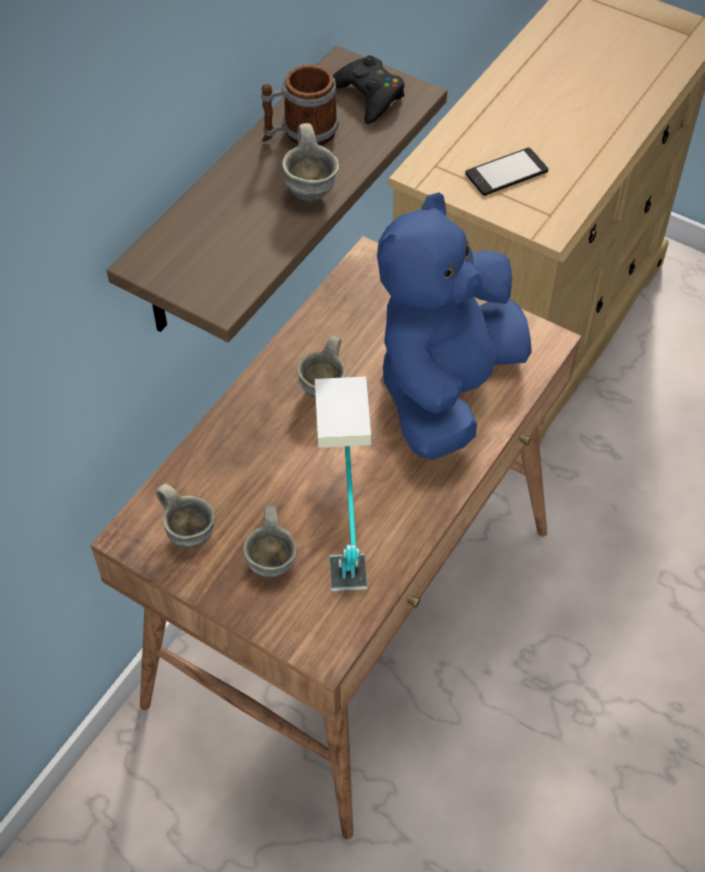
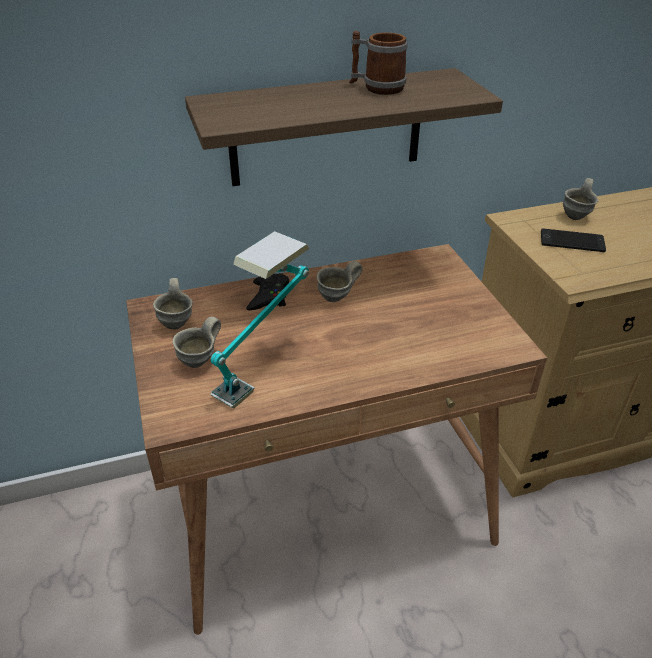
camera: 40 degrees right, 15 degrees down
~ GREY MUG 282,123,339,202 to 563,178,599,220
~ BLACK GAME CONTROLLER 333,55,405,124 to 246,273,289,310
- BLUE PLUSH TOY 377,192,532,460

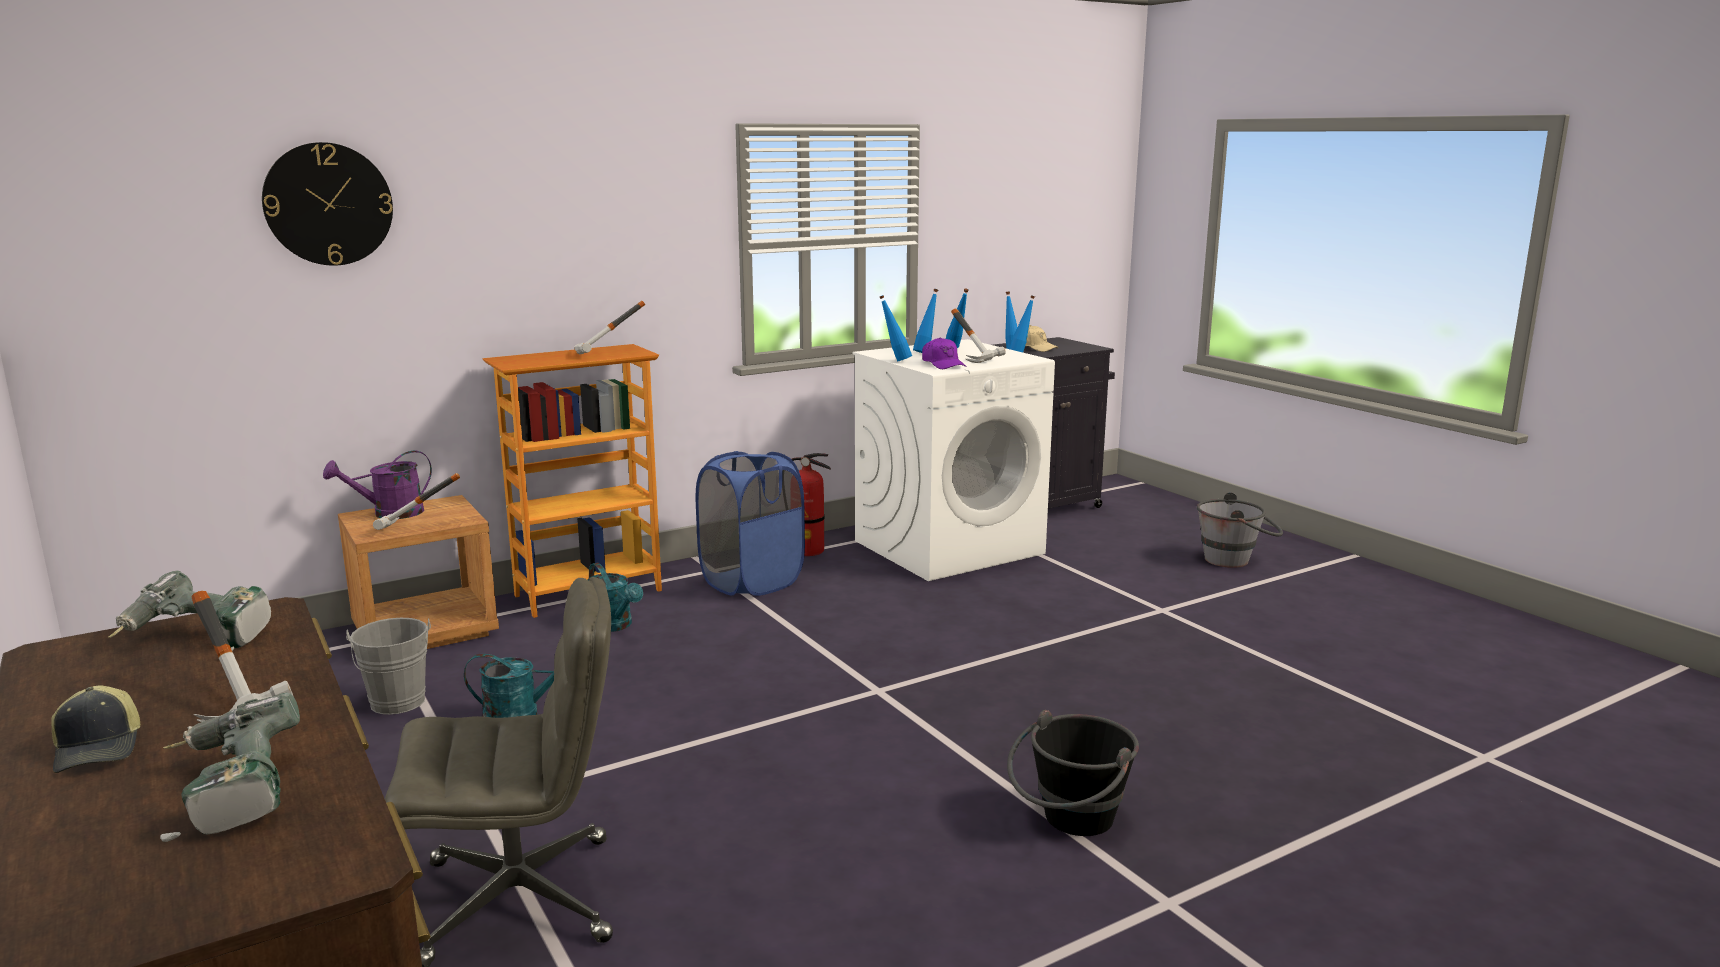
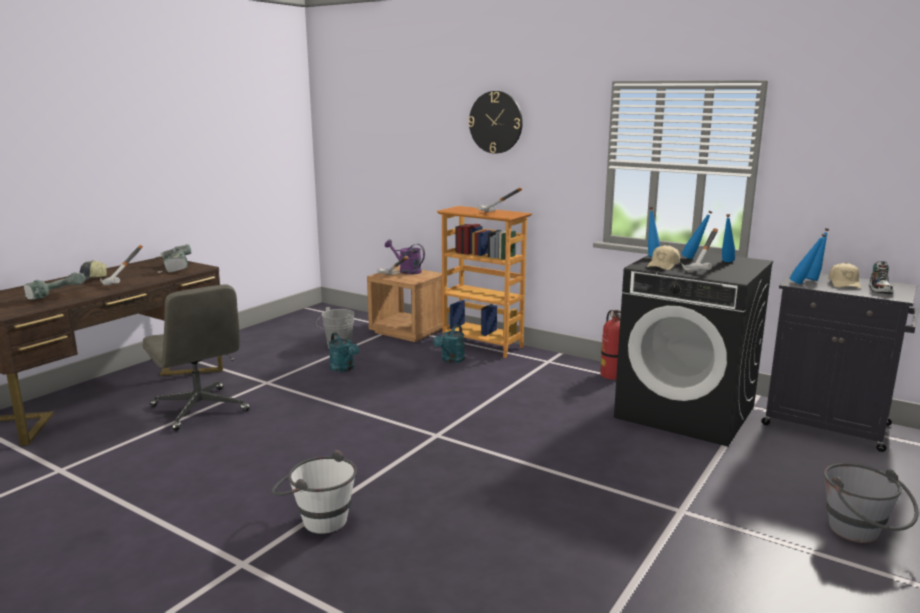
camera: 65 degrees right, 0 degrees up
~ WALL CLOCK 262,142,393,266 to 468,91,523,154
- BLUE LAUNDRY BASKET 696,451,805,596
~ WHITE WASHING MACHINE 852,339,1055,581 to BLACK WASHING MACHINE 614,249,773,446
~ PURPLE CAP 922,337,966,369 to BEIGE CAP 647,245,680,270
~ BLACK BUCKET 1007,710,1139,836 to WHITE BUCKET 272,450,357,534
+ SHOE 869,261,893,294

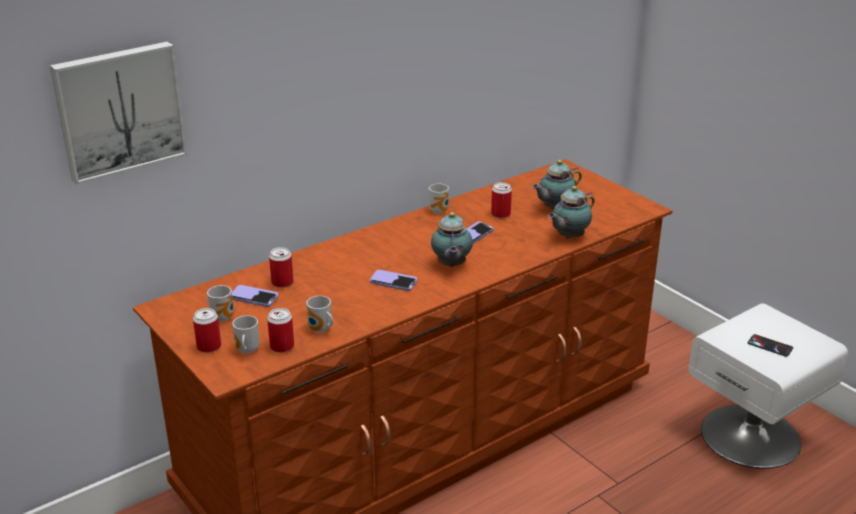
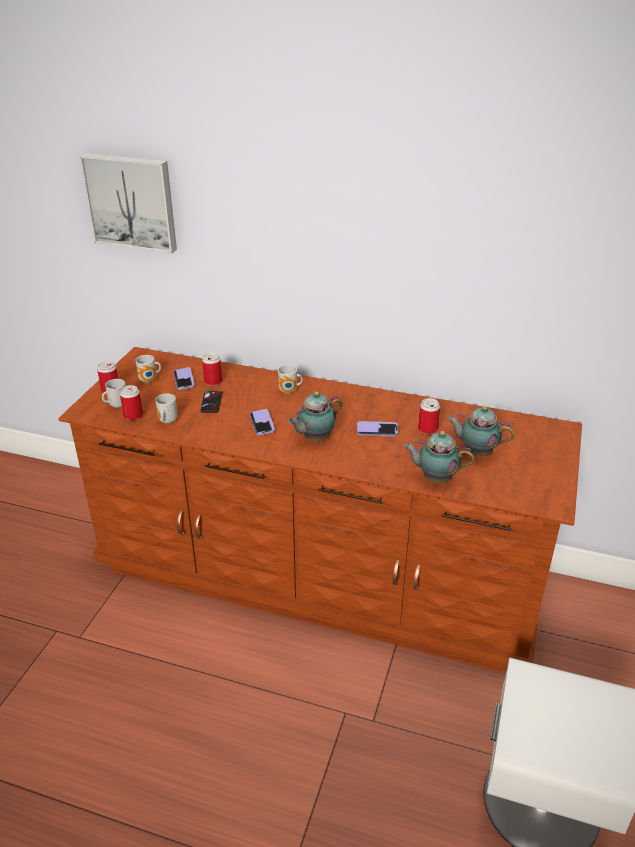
camera: 55 degrees right, 5 degrees up
~ MUG 429,184,449,214 to 278,365,303,394
~ PHONE 748,334,793,357 to 200,391,222,413

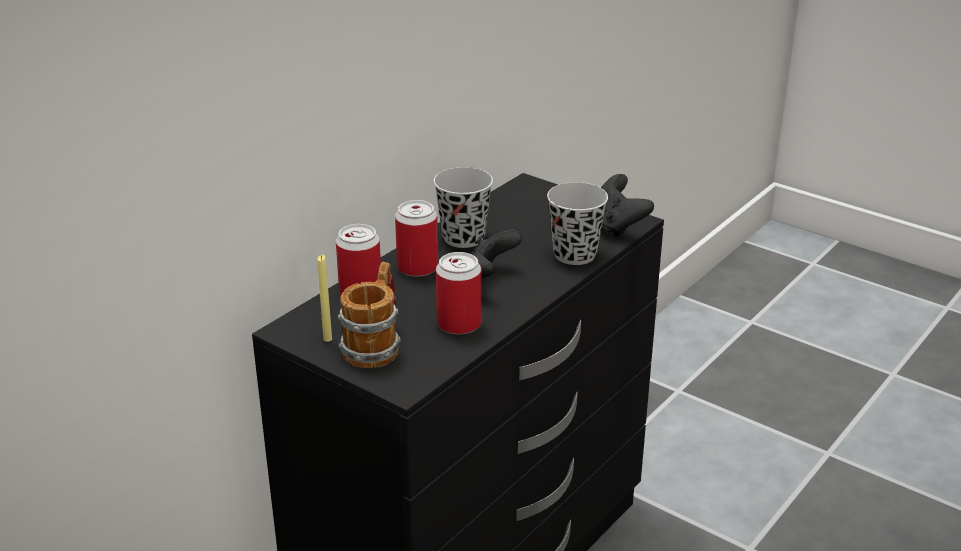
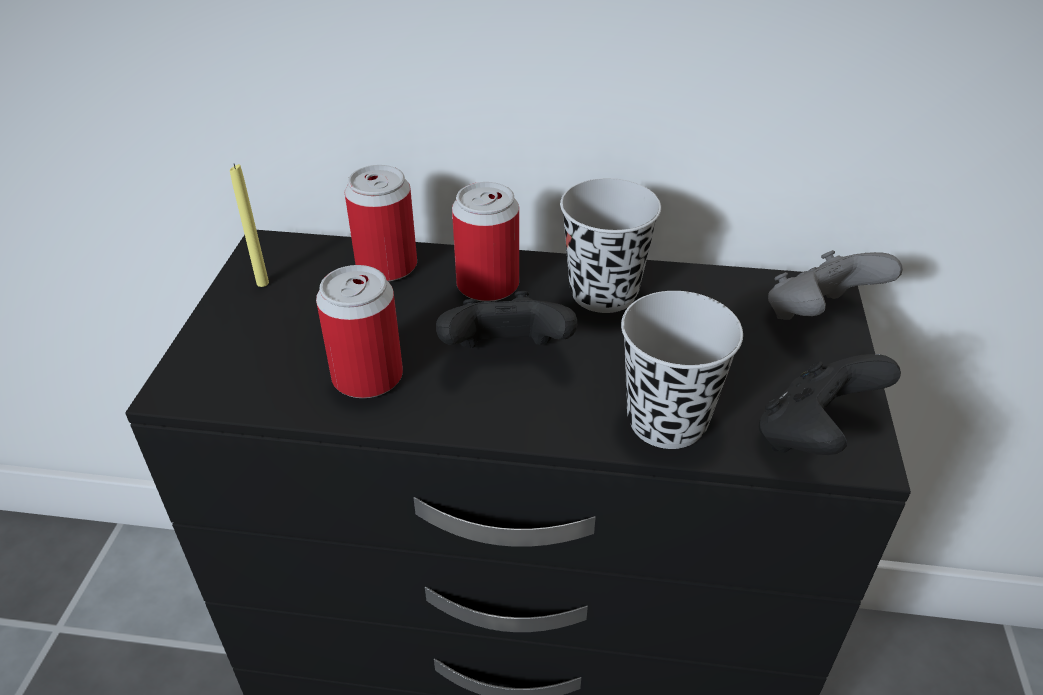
camera: 60 degrees right, 10 degrees up
- MUG 338,262,401,368
+ GREY GAME CONTROLLER 768,250,903,320

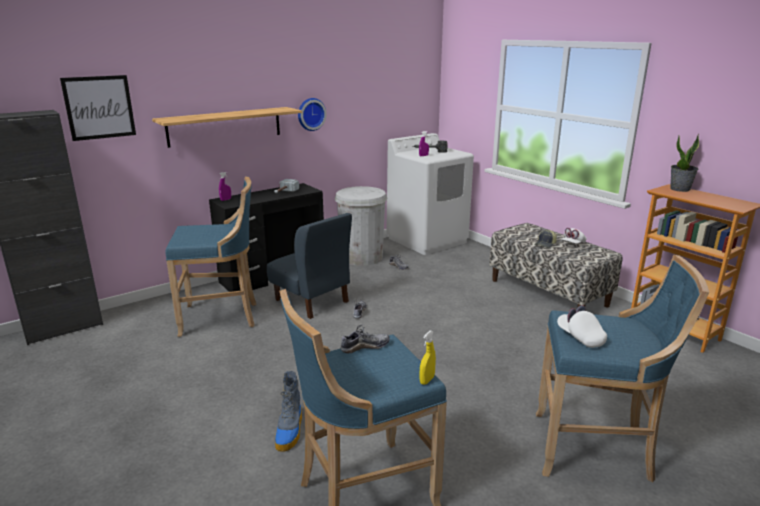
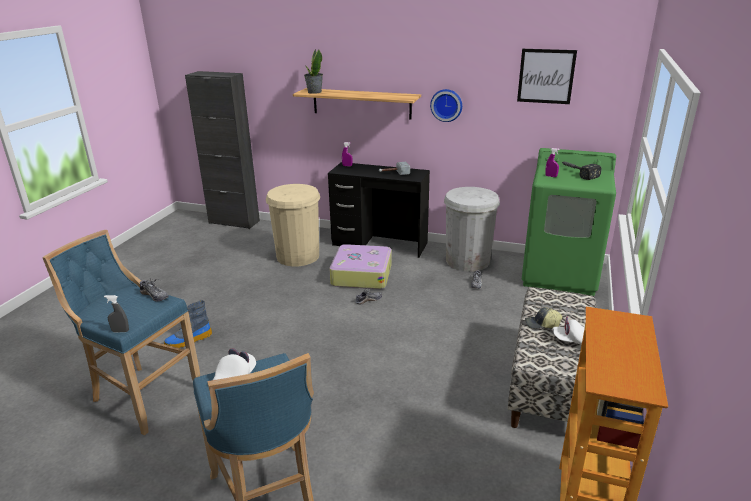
camera: 55 degrees right, 5 degrees up
~ PICTURE 60,75,136,141 to 517,49,577,104
~ BLUE STOOL 165,176,256,337 to BEIGE TRASH CAN 266,184,320,267
~ BLUE CHAIR 267,213,352,319 to SUITCASE 329,244,392,289
~ WHITE WASHING MACHINE 386,133,474,255 to GREEN WASHING MACHINE 522,148,616,296
~ YELLOW SPRAY BOTTLE 420,330,436,385 to GREY SPRAY BOTTLE 104,295,129,332
~ POTTED PLANT 670,134,699,192 to 304,49,323,94

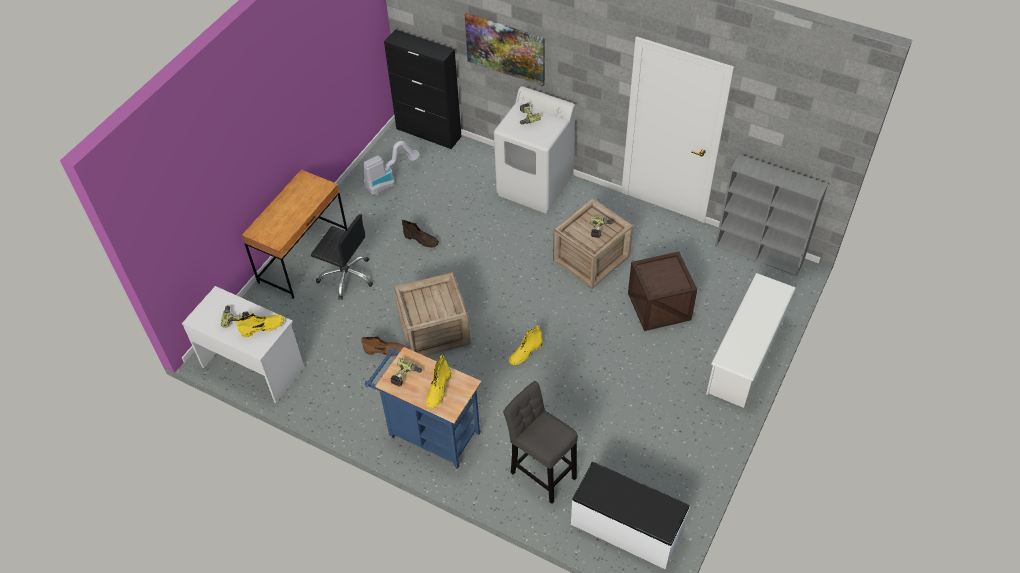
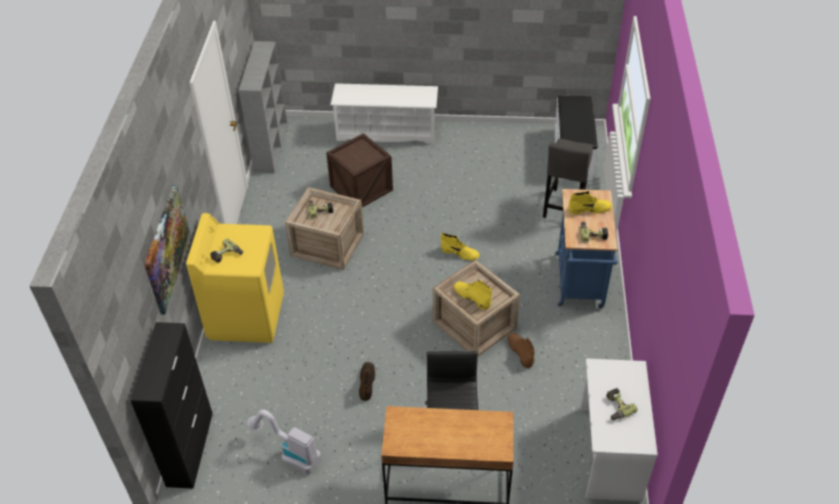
camera: 115 degrees left, 5 degrees down
~ YELLOW BOOT 236,313,284,337 to 454,280,492,309
~ WHITE WASHING MACHINE 494,86,575,213 to YELLOW WASHING MACHINE 186,213,284,343

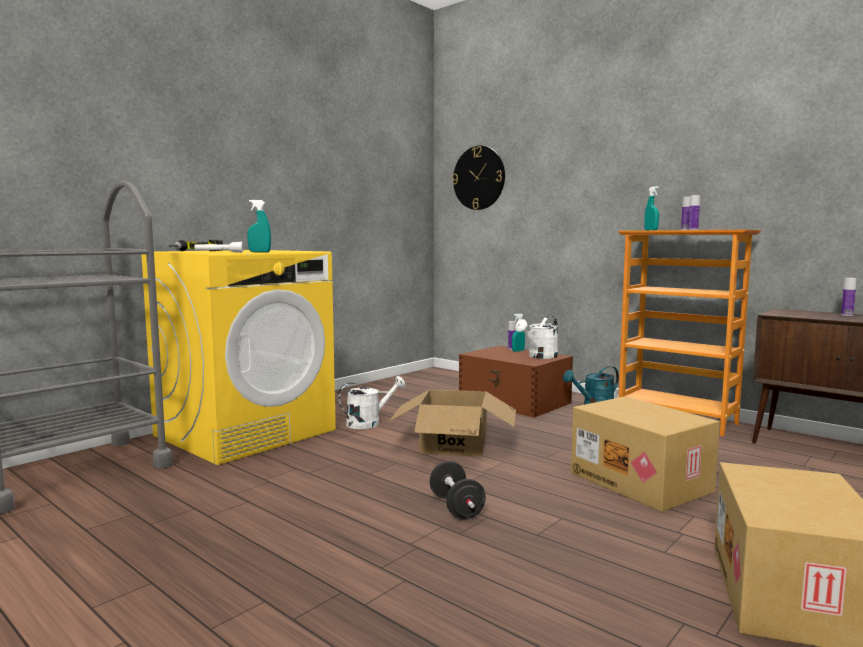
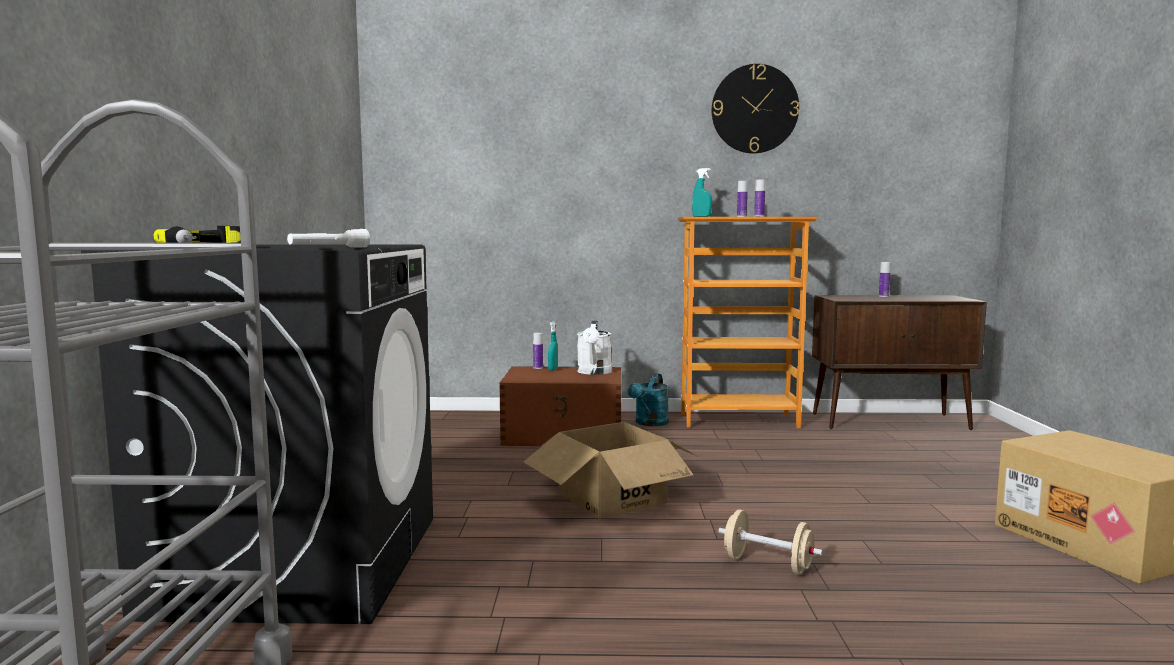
camera: 40 degrees left, 0 degrees up
~ YELLOW WASHING MACHINE 141,250,336,465 to BLACK WASHING MACHINE 81,245,433,624
- TURQUOISE SPRAY BOTTLE 247,200,271,252
- WHITE WATERING CAN 338,376,406,429
~ BLACK DUMBBELL 429,461,486,520 to BEIGE DUMBBELL 718,509,823,575
~ WALL CLOCK 452,146,505,210 to 712,64,799,154
- CARDBOARD BOX 571,396,720,512

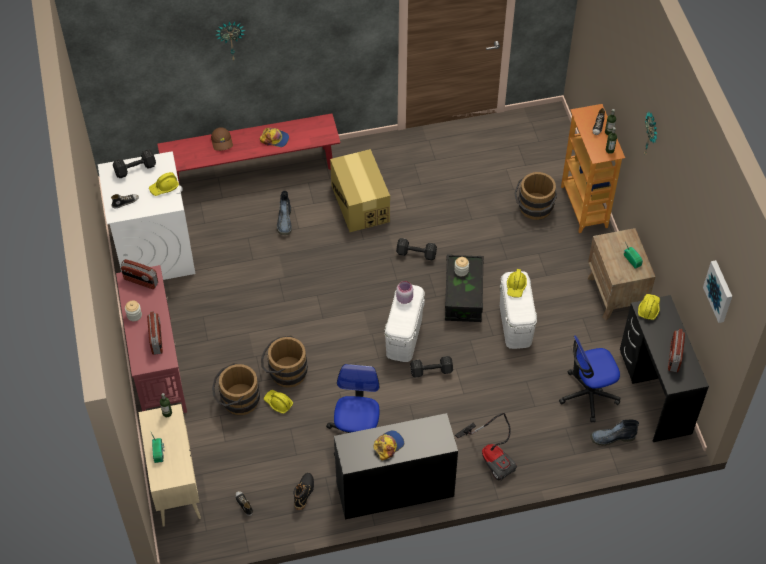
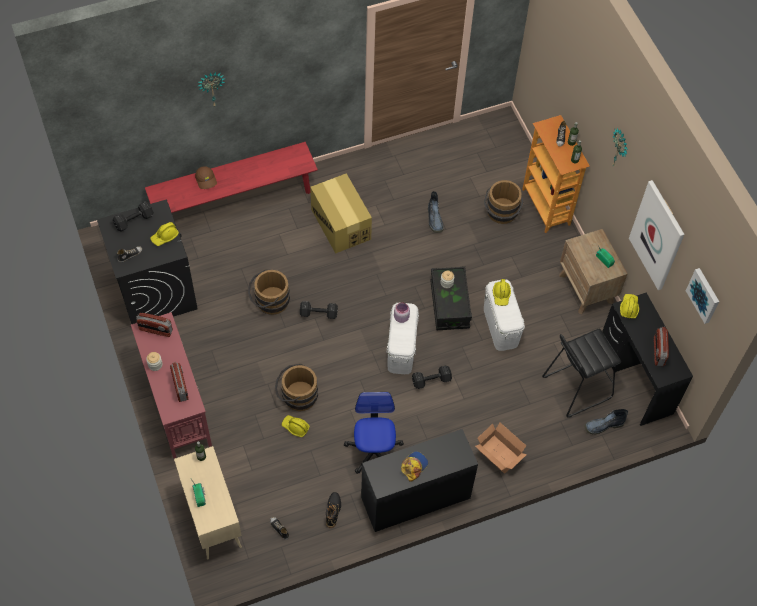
camera: 10 degrees left, 5 degrees up
~ WHITE WASHING MACHINE 98,152,195,280 to BLACK WASHING MACHINE 97,200,198,324
~ BROWN BUCKET 212,363,260,415 to 248,269,290,315
- CAP 260,128,289,147
~ BOOT 277,191,292,235 to 428,191,444,233
~ BLACK DUMBBELL 396,238,437,260 to 300,301,338,319
~ VACUUM CLEANER 455,413,517,480 to CARDBOARD BOX 475,423,527,474
~ OFFICE CHAIR 559,335,620,422 to BLACK STOOL 542,329,621,418
+ PICTURE 629,180,685,290

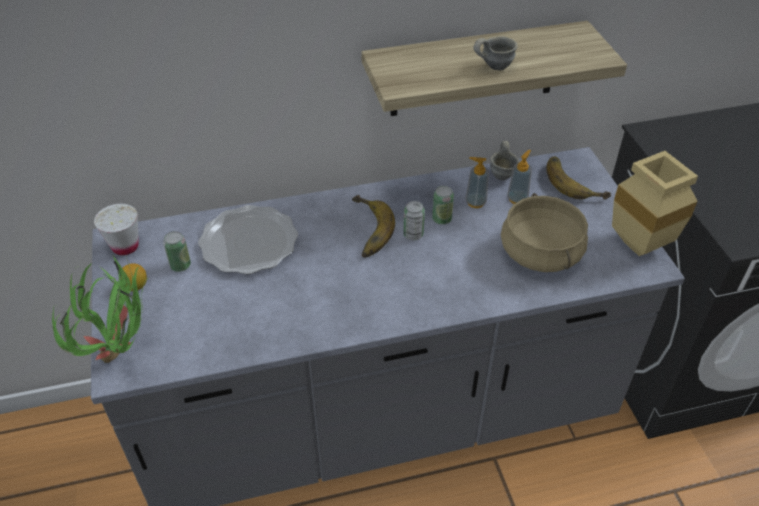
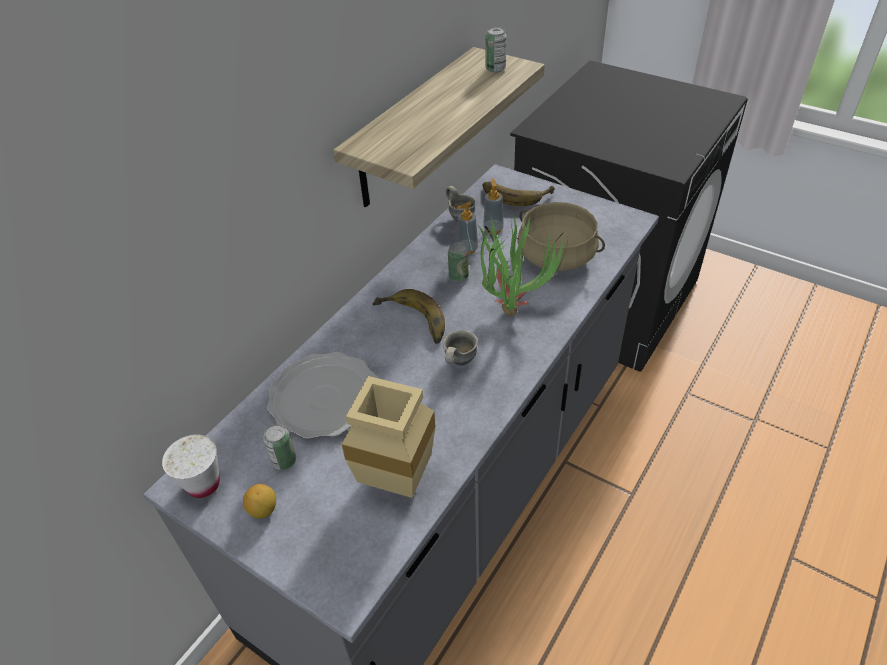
camera: 40 degrees left, 0 degrees up
~ POTTED PLANT 52,255,149,363 to 477,213,568,316
~ CAN 403,201,425,240 to 486,27,507,73
~ GREY MUG 474,36,518,70 to 443,331,478,365
~ BEIGE VASE 612,151,698,256 to 341,376,435,498

